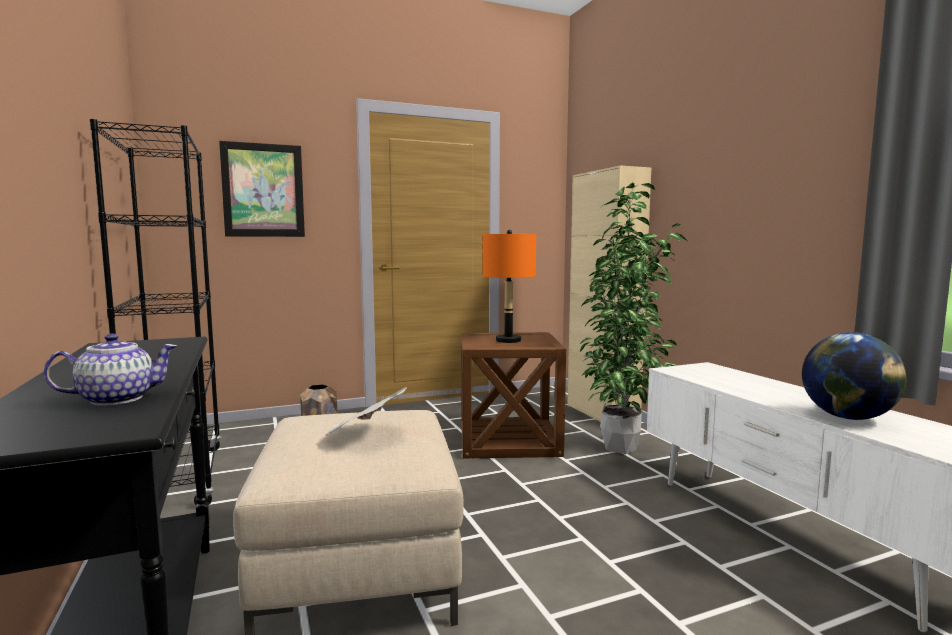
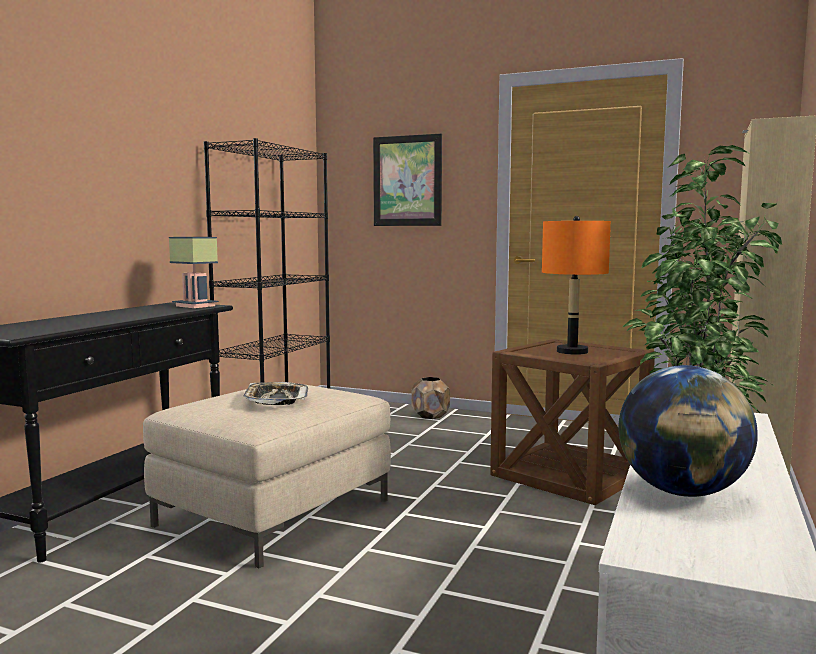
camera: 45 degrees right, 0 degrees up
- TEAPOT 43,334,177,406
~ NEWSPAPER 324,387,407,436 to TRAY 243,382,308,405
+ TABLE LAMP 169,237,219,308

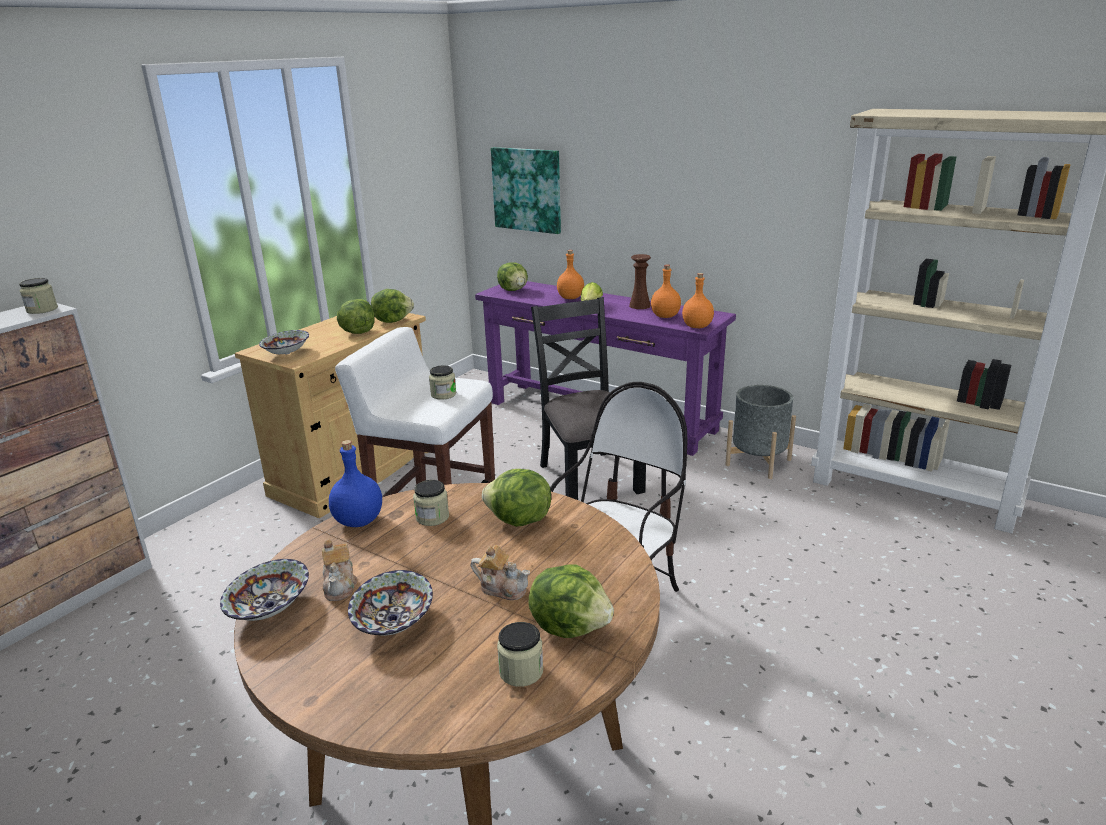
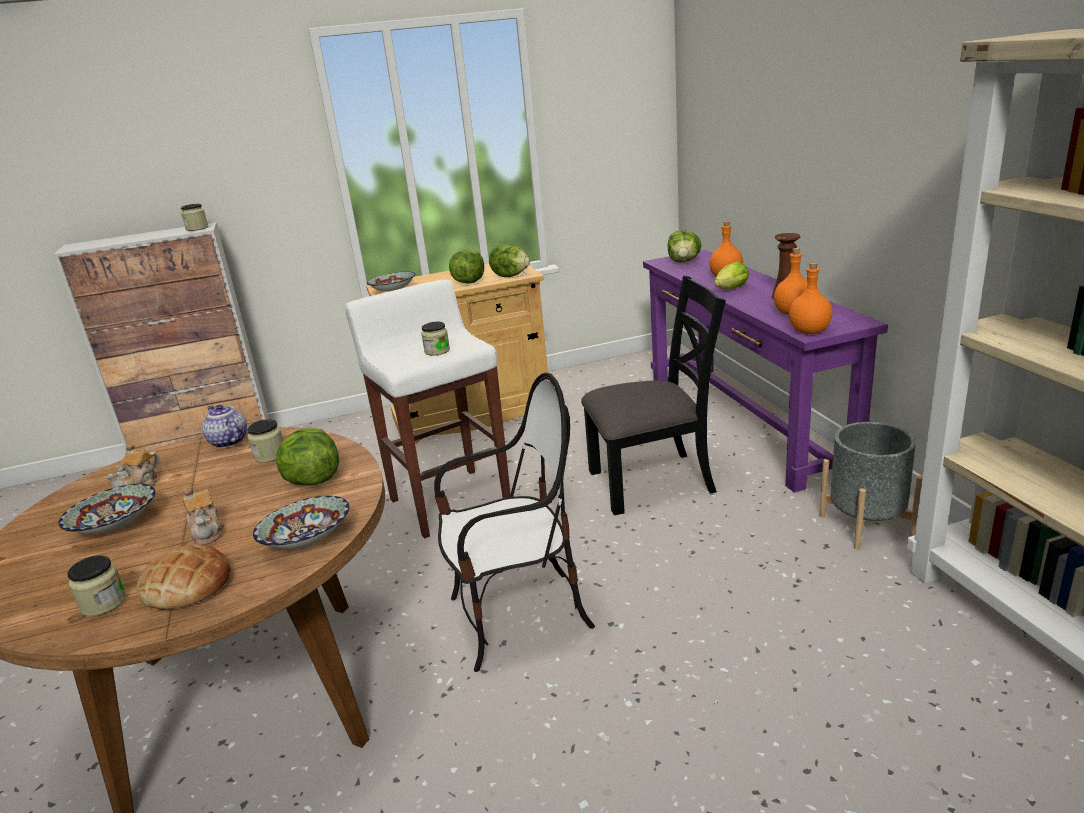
camera: 40 degrees right, 0 degrees up
~ BOWL 220,559,309,621 to 253,496,349,549
~ BLUE BOTTLE 329,440,382,527 to TEAPOT 202,405,247,448
- PICTURE 491,147,561,234
~ LETTUCE 529,565,614,638 to BREAD 136,545,231,609
~ BLACK CHAIR 531,297,646,500 = 581,275,726,515 60 degrees clockwise

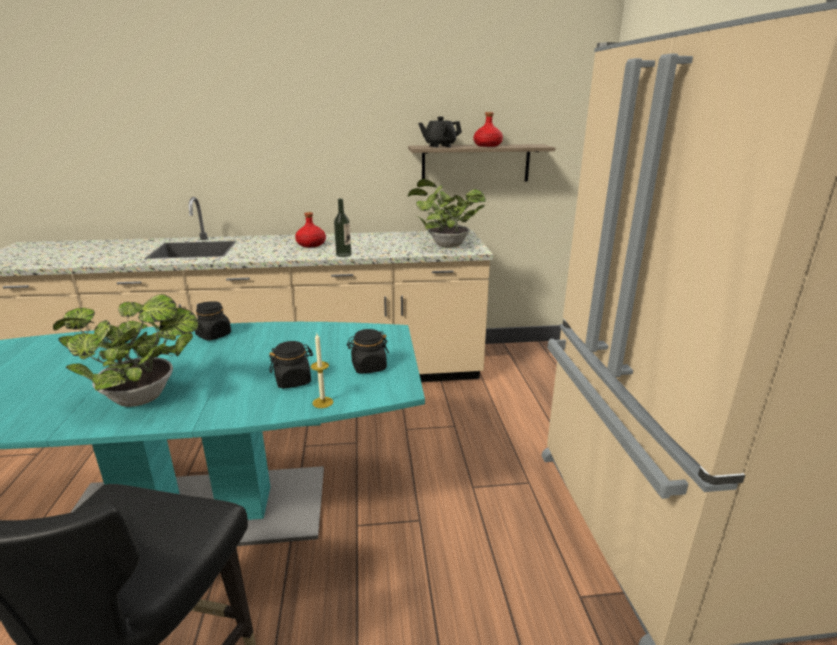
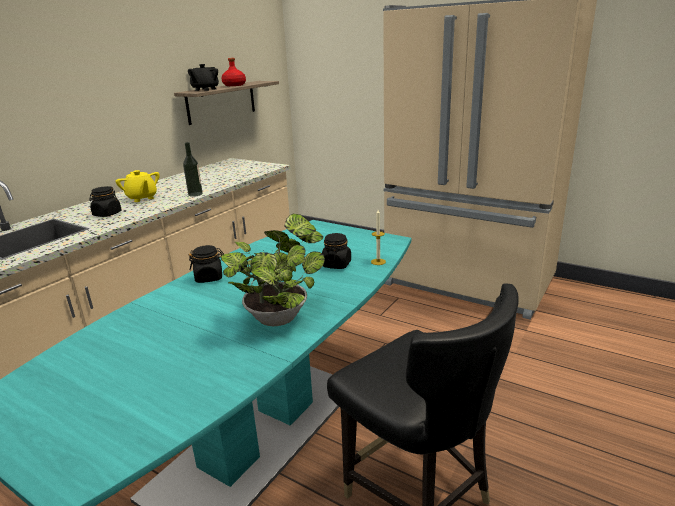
camera: 50 degrees left, 0 degrees up
~ RED BOTTLE 295,212,326,247 to YELLOW TEAPOT 116,170,160,202
~ BLACK JAR 347,329,389,374 to 89,186,122,217
- POTTED PLANT 408,179,486,248

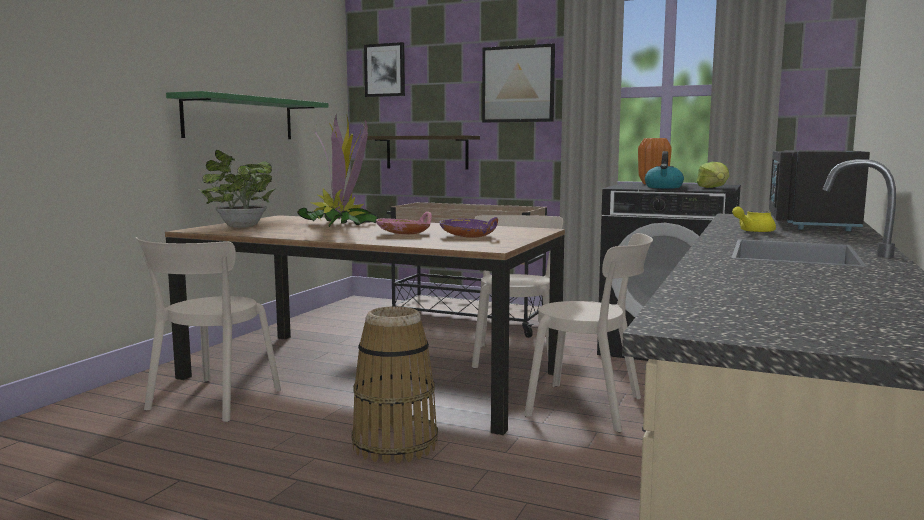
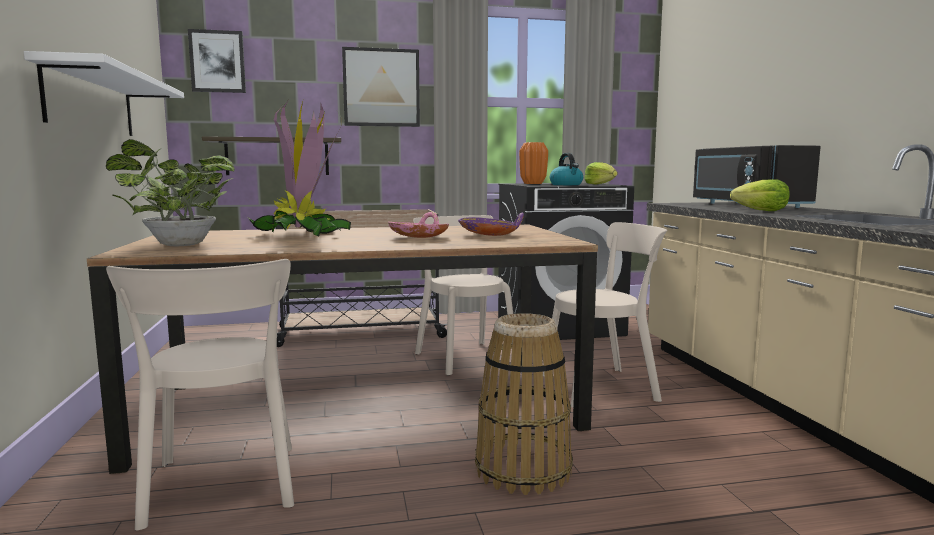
camera: 35 degrees left, 0 degrees up
~ GREEN SHELF 166,91,329,139 to WHITE SHELF 24,51,184,136
~ YELLOW TEAPOT 732,206,776,233 to LETTUCE 730,179,790,211

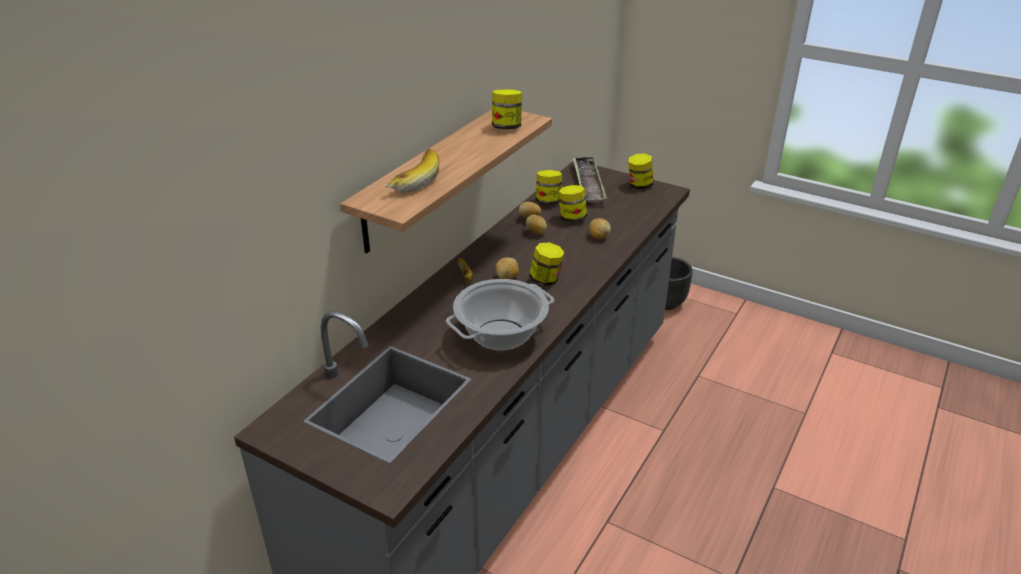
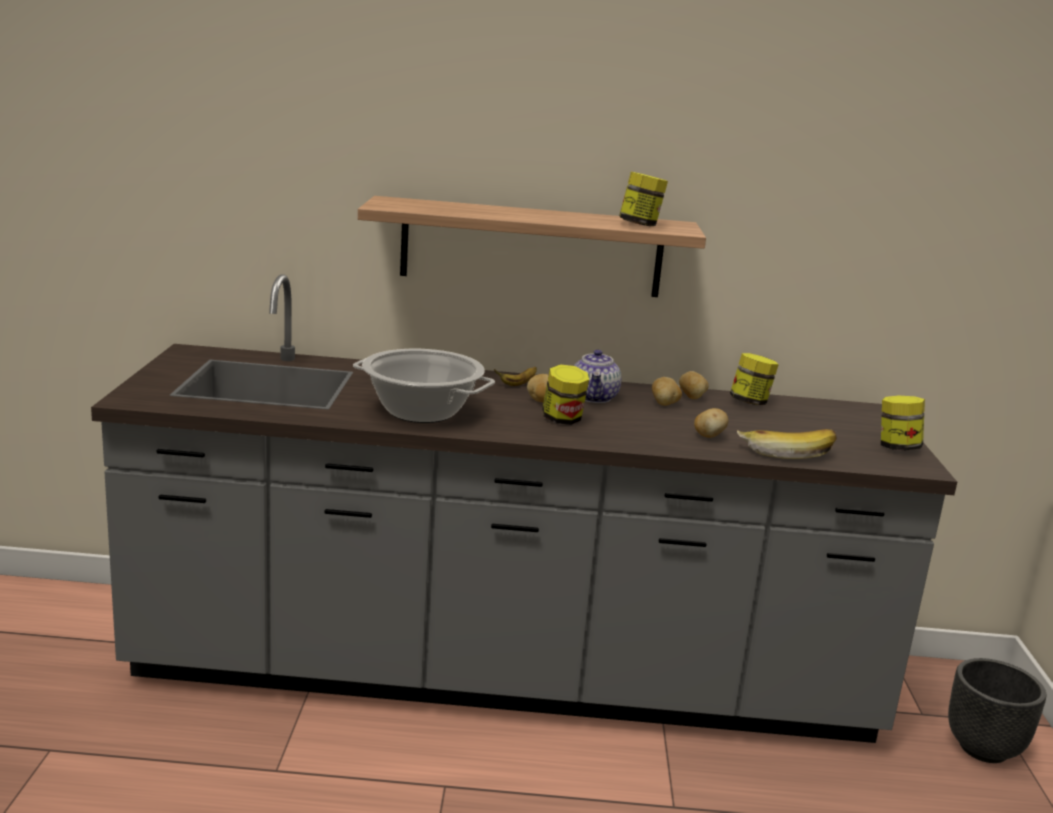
camera: 60 degrees right, 15 degrees down
~ BANANA 383,149,440,193 to 737,429,837,459
- JAR 559,185,587,222
- TRAY 572,156,607,205
+ TEAPOT 574,350,622,403

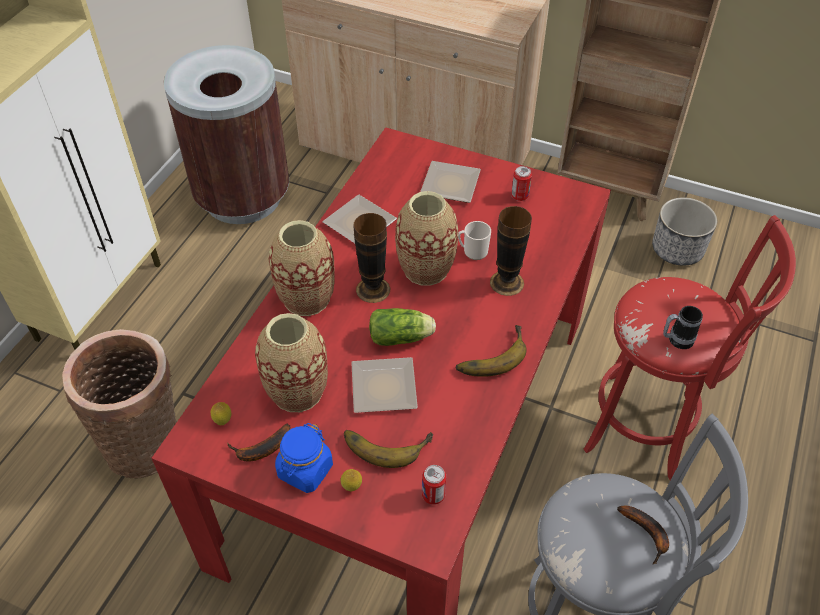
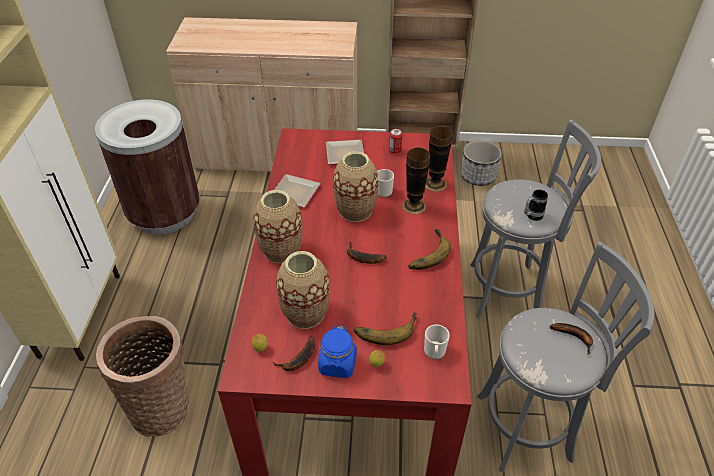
camera: 20 degrees left, 5 degrees down
- PLATE 351,357,418,413
~ VASE 353,213,390,303 to 425,126,452,192
~ LETTUCE 369,308,436,346 to BANANA 347,241,386,264
~ CAN 422,465,446,505 to MUG 424,324,450,359
~ RED STOOL 584,215,796,480 to GREY STOOL 470,119,601,318

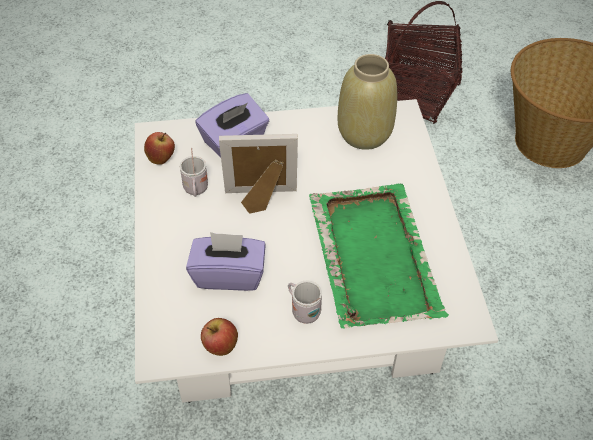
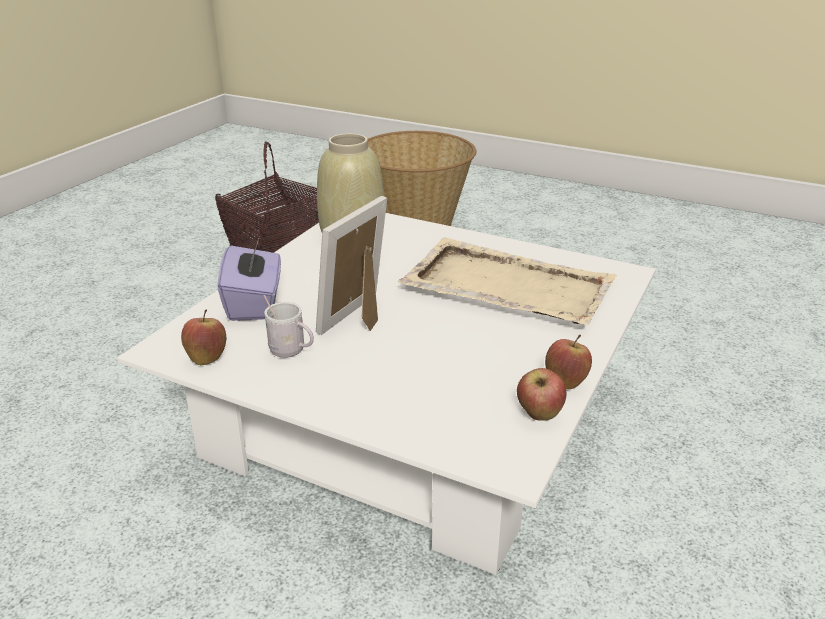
camera: 55 degrees left, 20 degrees down
- PURPLE TISSUE BOX 186,232,266,291
- WHITE MUG 288,280,322,324
~ GREEN TRAY 309,183,449,329 to BEIGE TRAY 398,238,617,325
+ APPLE 545,335,592,389

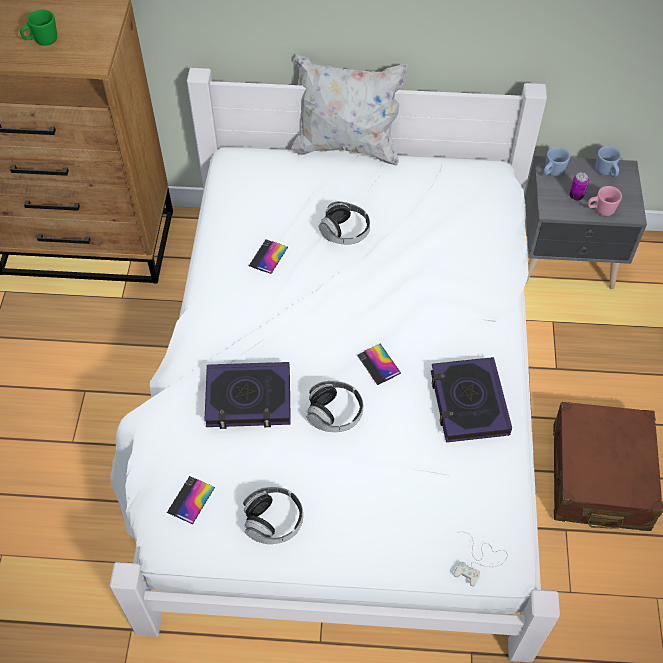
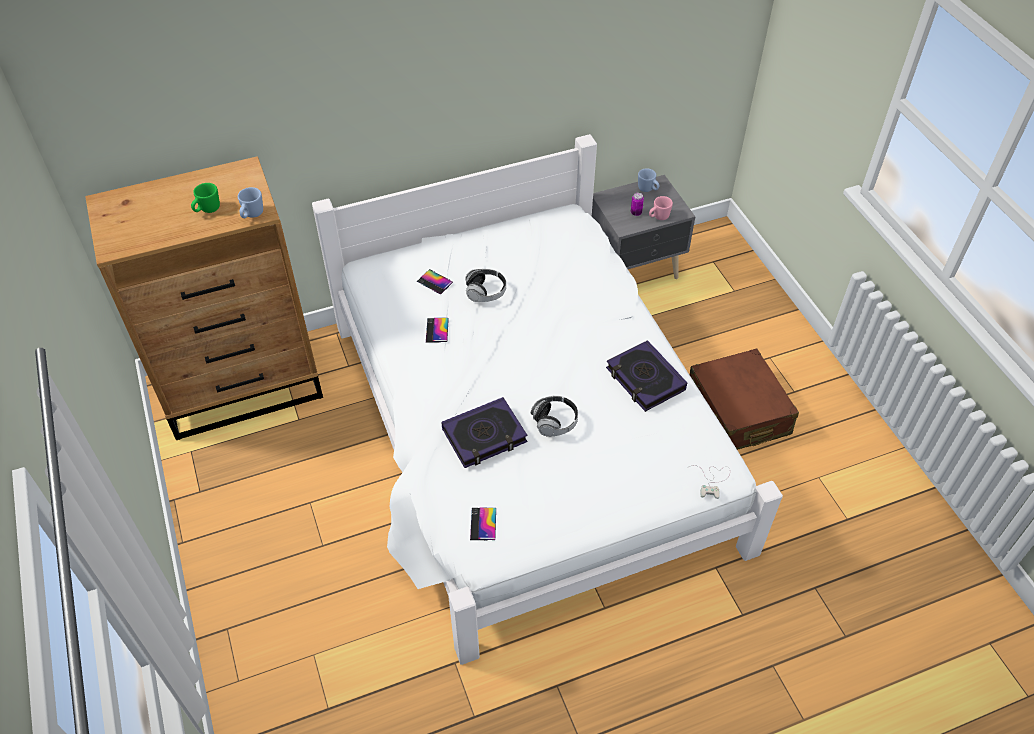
camera: 25 degrees left, 5 degrees down
- HEADPHONES 243,487,303,544
- WHITE PILLOW 292,55,407,166
~ PHONE 357,344,401,385 to 417,269,453,295
~ BLUE MUG 543,147,570,176 to 238,187,263,218

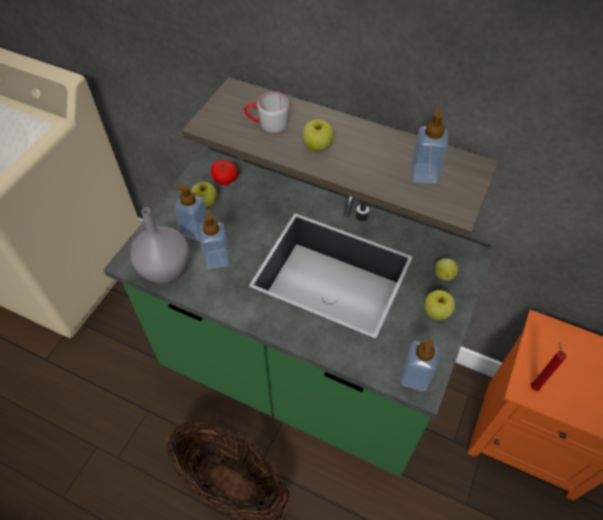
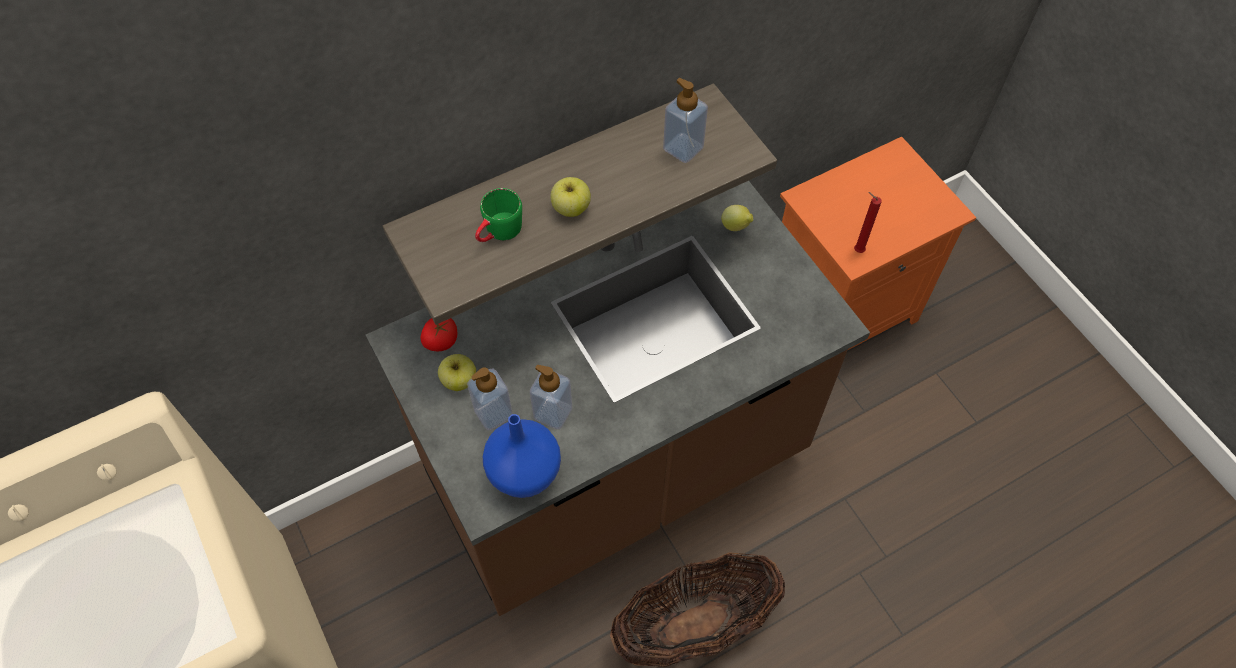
camera: 55 degrees left, 5 degrees up
~ GREEN COUNTER 103,148,495,477 to BROWN COUNTER 366,181,870,616
~ GREY VASE 130,208,189,283 to BLUE VASE 483,414,561,498
~ GREY MUG 244,92,289,133 to GREEN MUG 475,188,522,242
- SOAP DISPENSER 401,339,440,392
- APPLE 424,290,455,320

